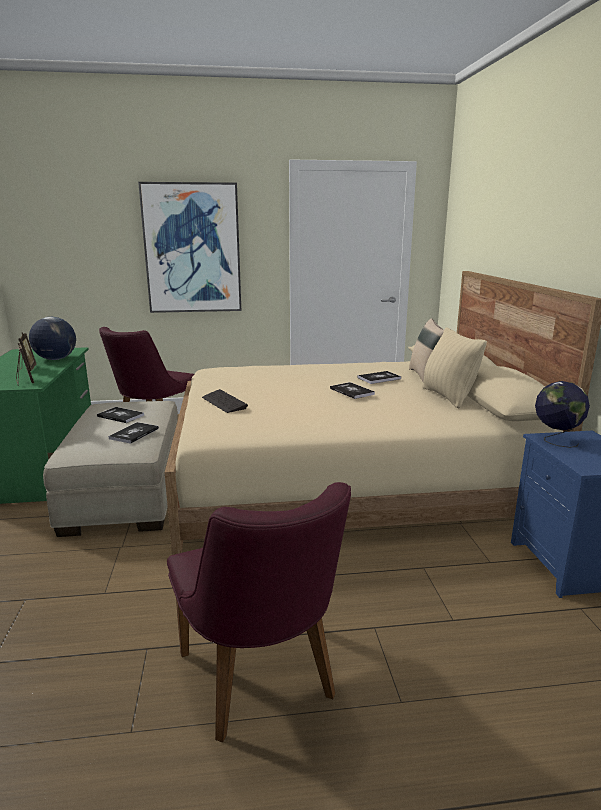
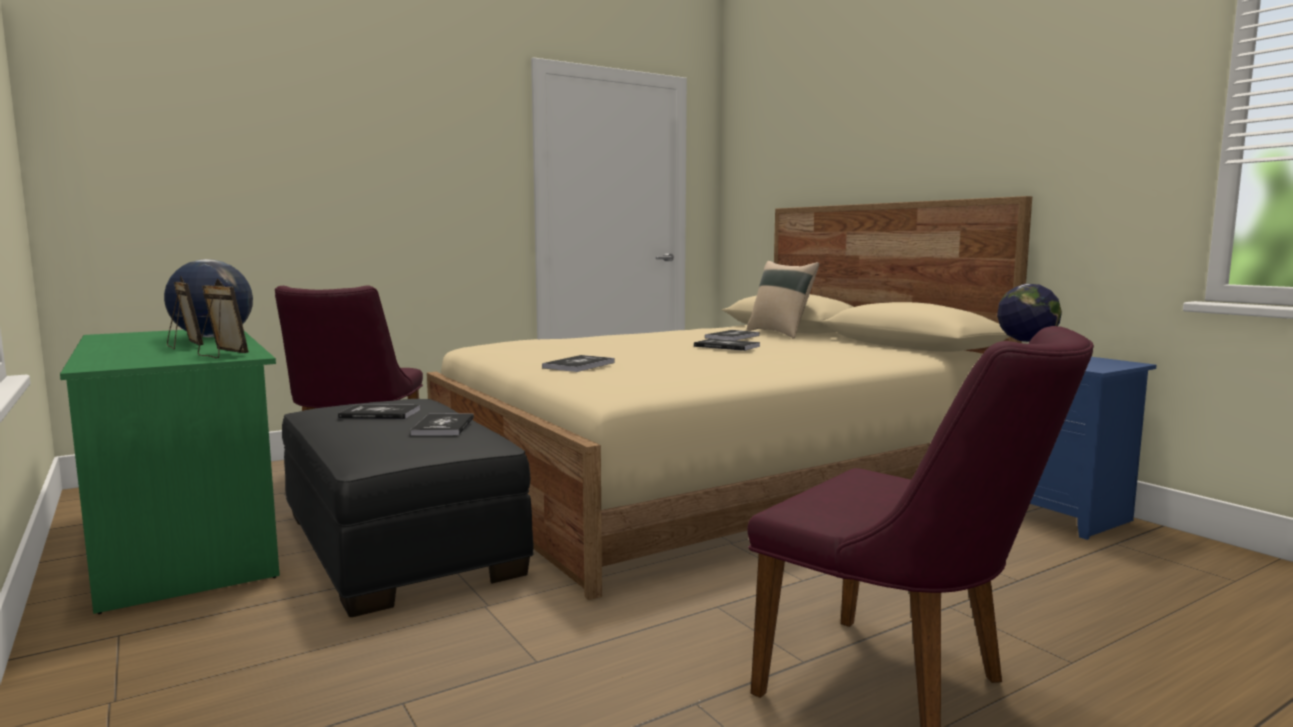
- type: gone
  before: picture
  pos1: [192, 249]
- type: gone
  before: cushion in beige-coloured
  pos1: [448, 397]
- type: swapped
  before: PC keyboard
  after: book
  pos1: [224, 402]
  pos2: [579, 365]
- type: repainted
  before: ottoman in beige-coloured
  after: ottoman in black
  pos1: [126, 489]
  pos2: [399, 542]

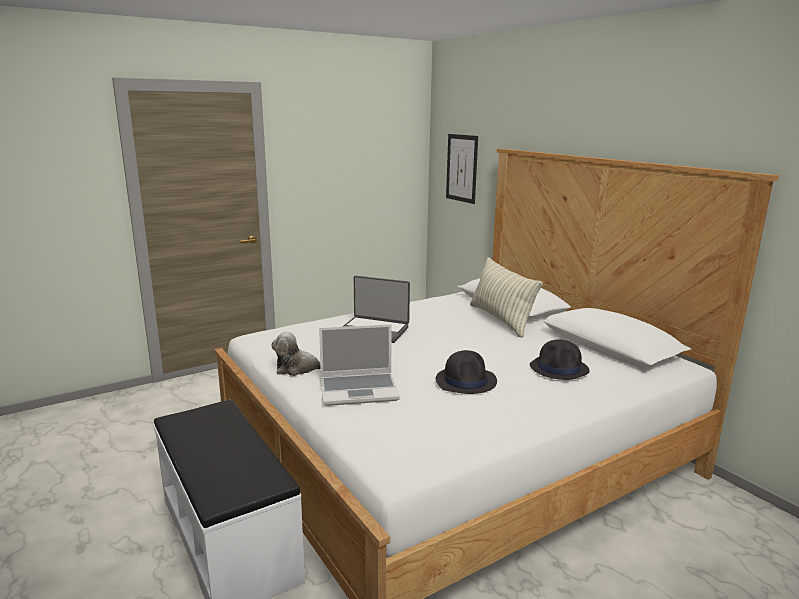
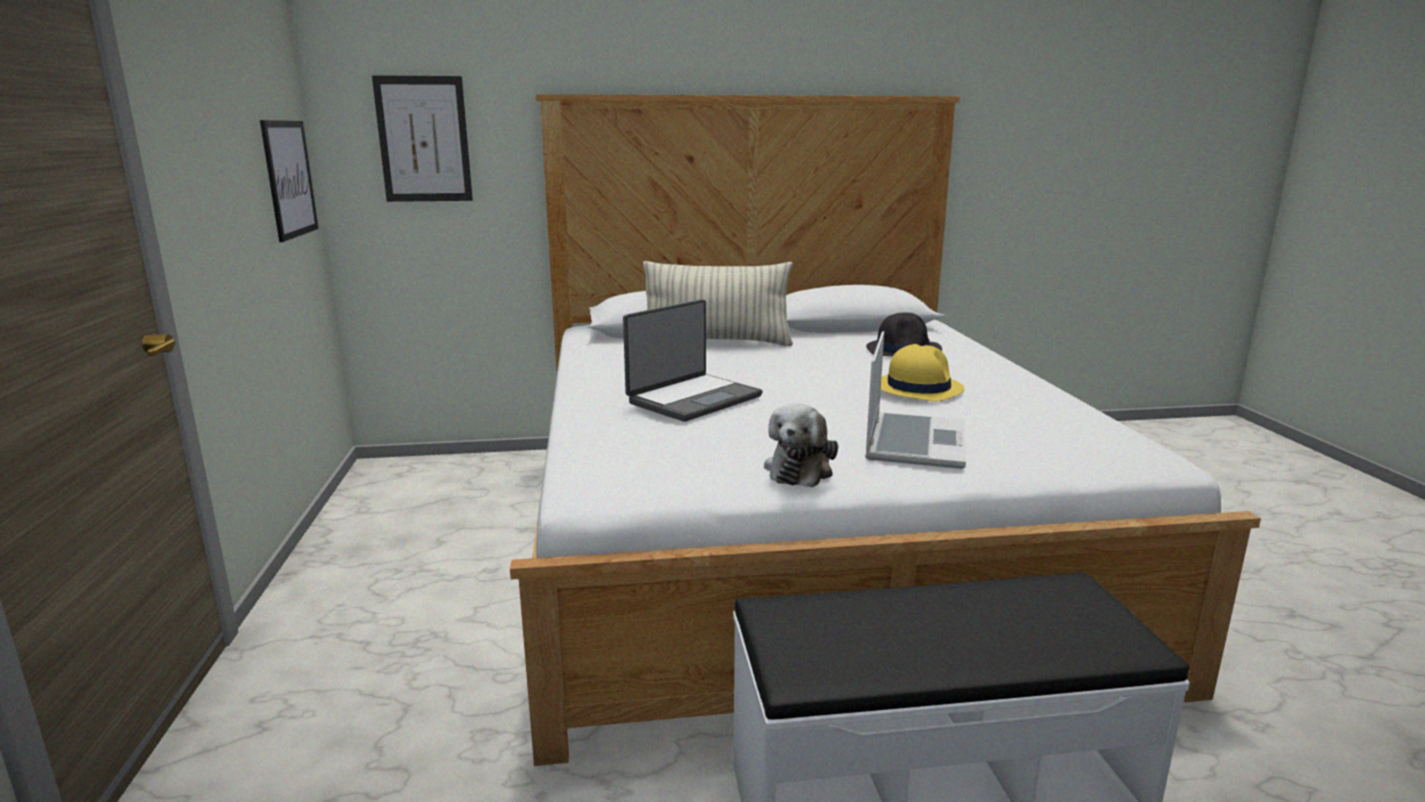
- type: new
  after: picture
  pos2: [289, 179]
- type: repainted
  before: wearable hat in black
  after: wearable hat in yellow
  pos1: [466, 381]
  pos2: [918, 387]

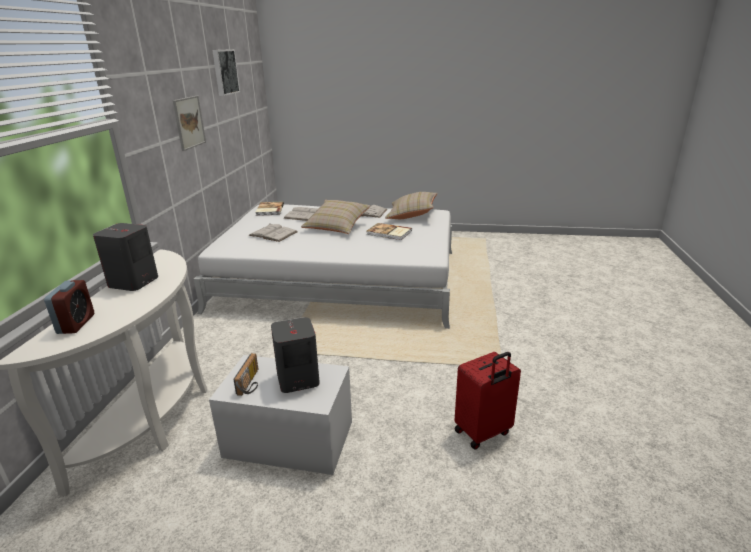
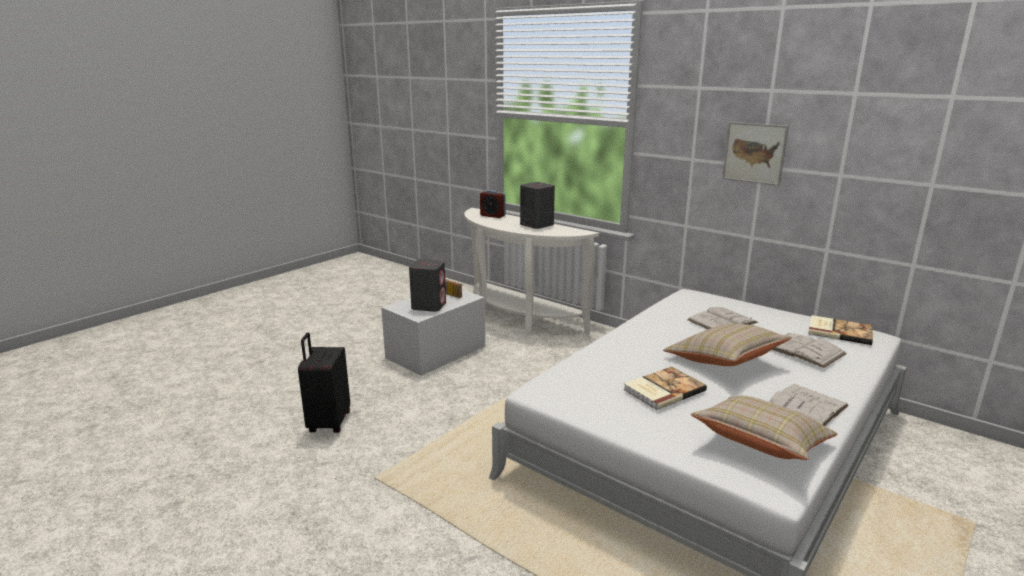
- type: gone
  before: picture
  pos1: [224, 72]
- type: repainted
  before: travel case in red
  after: travel case in black
  pos1: [483, 433]
  pos2: [328, 423]

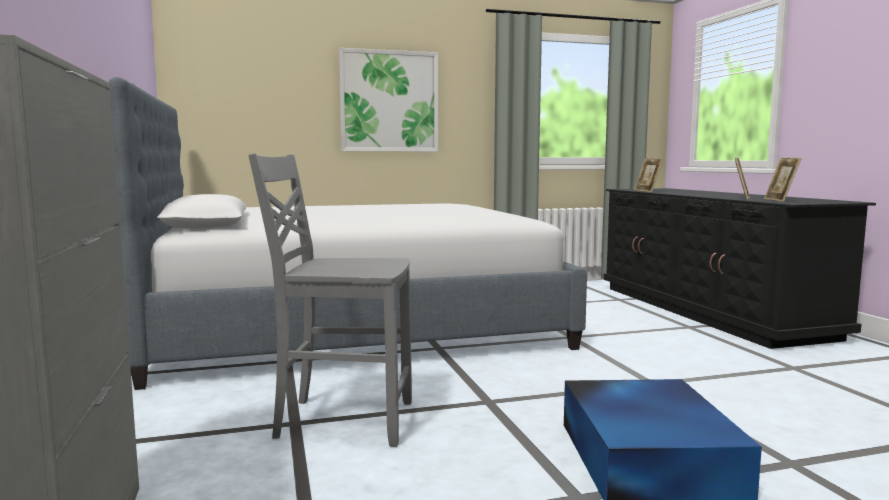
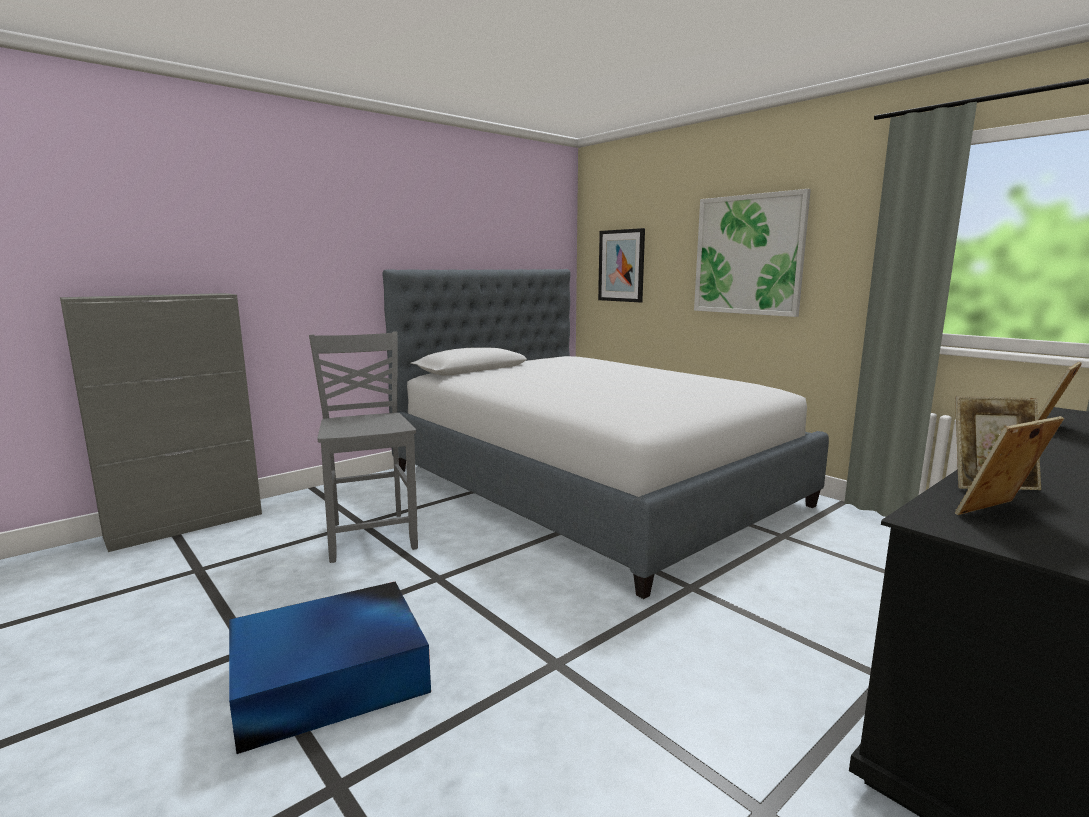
- type: new
  after: picture
  pos2: [621, 265]

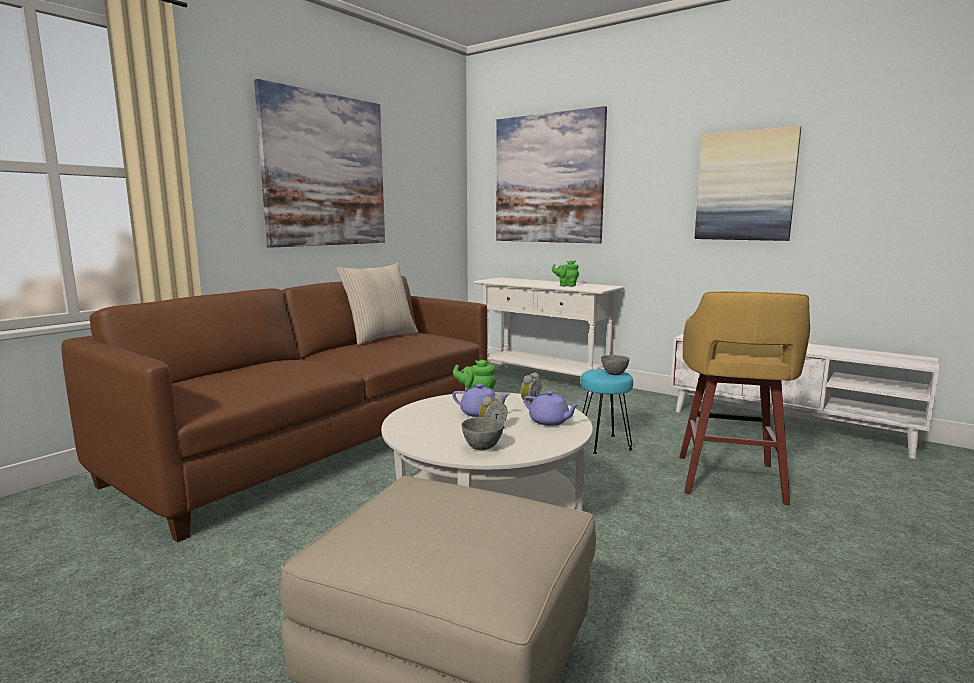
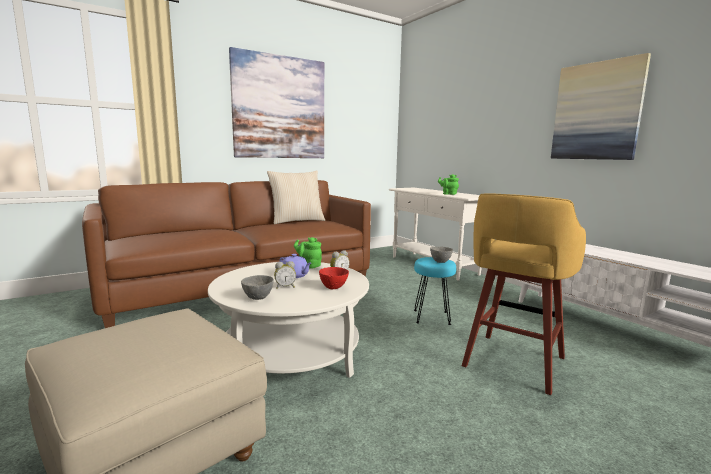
- type: gone
  before: picture
  pos1: [548, 179]
- type: swapped
  before: pot for tea in purplish
  after: bowl in red
  pos1: [550, 421]
  pos2: [333, 288]

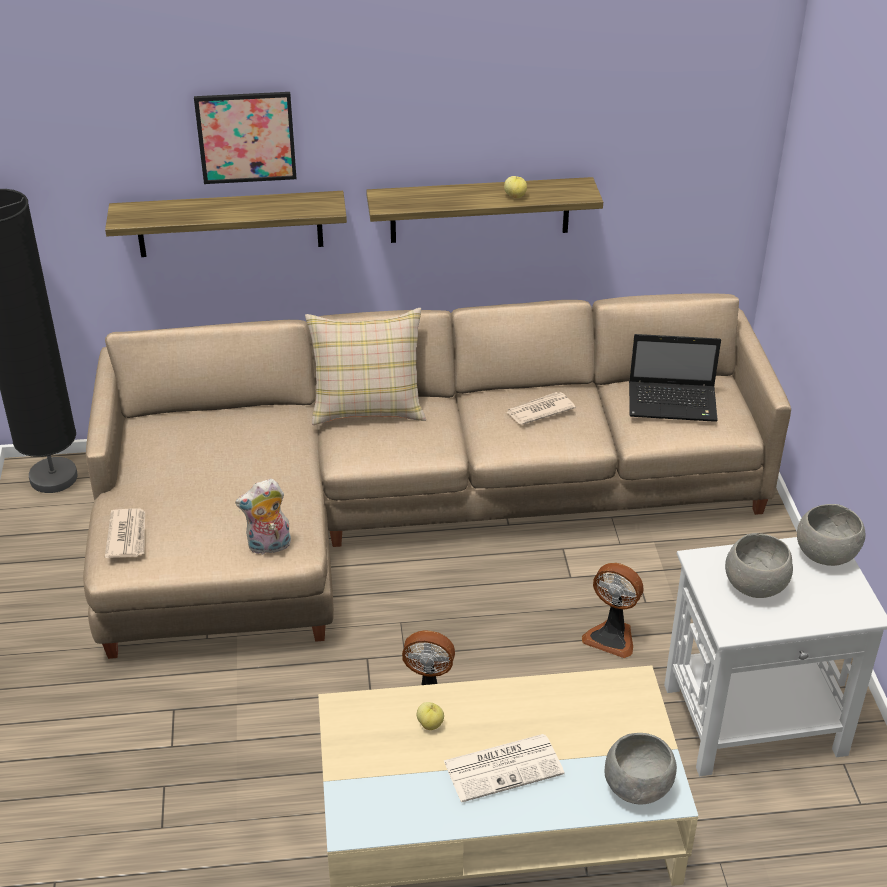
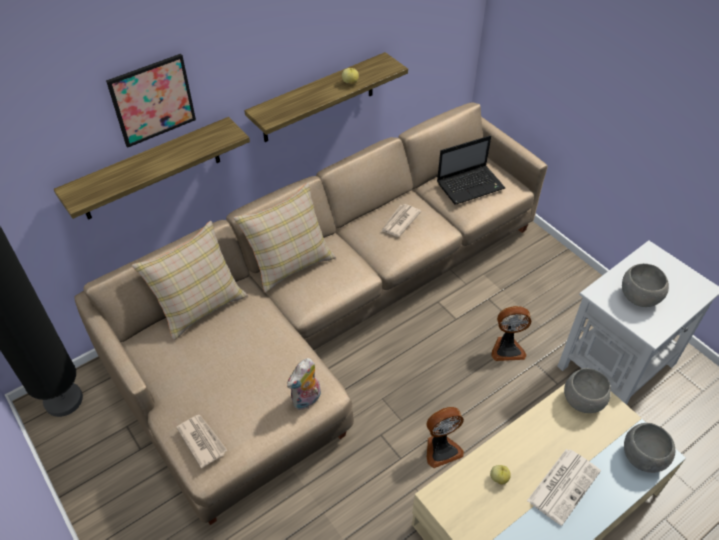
- type: new
  after: cushion in beige-coloured
  pos2: [199, 304]
- type: shifted
  before: bowl in grey
  pos1: [825, 554]
  pos2: [582, 400]

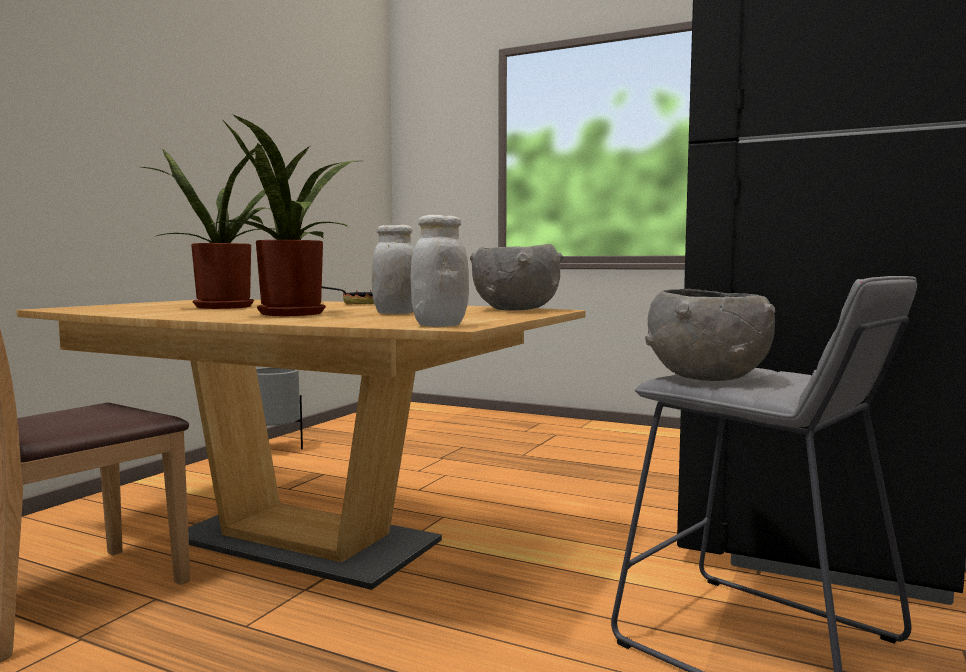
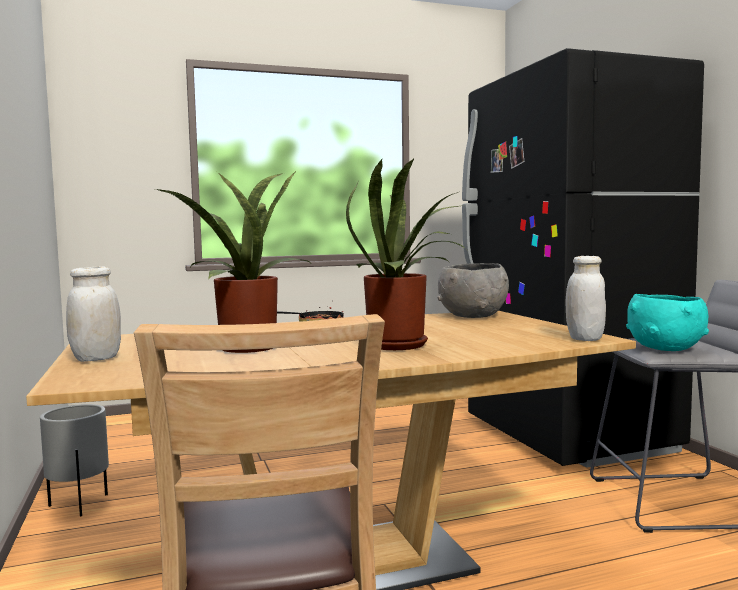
- type: shifted
  before: storage jar in white
  pos1: [395, 313]
  pos2: [96, 359]
- type: repainted
  before: bowl in grey
  after: bowl in turquoise-coloured
  pos1: [709, 377]
  pos2: [665, 348]

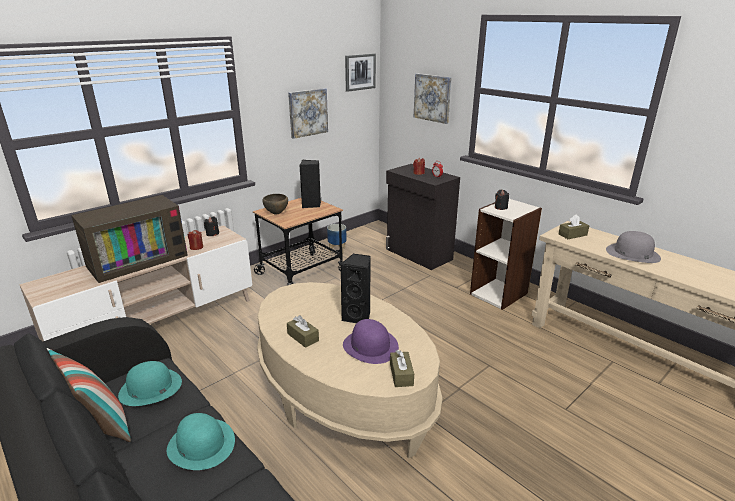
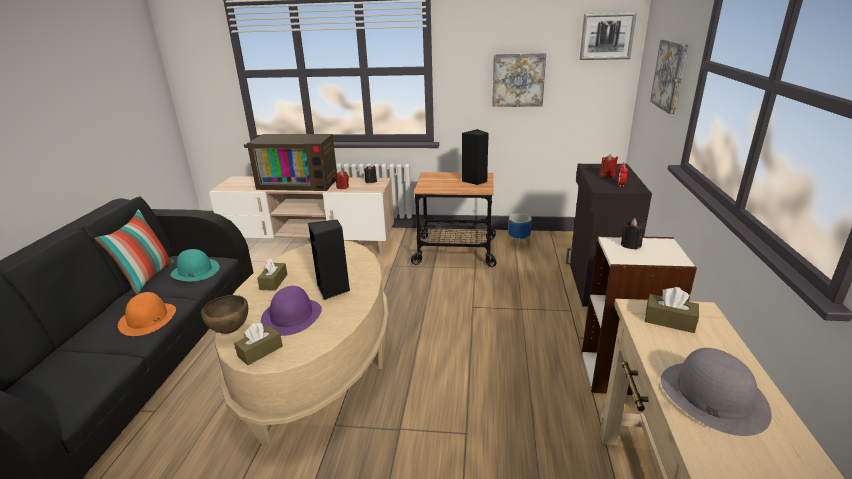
- type: shifted
  before: bowl in brown-coloured
  pos1: [276, 213]
  pos2: [230, 331]
- type: repainted
  before: wearable hat in turquoise-coloured
  after: wearable hat in orangey
  pos1: [201, 444]
  pos2: [148, 319]

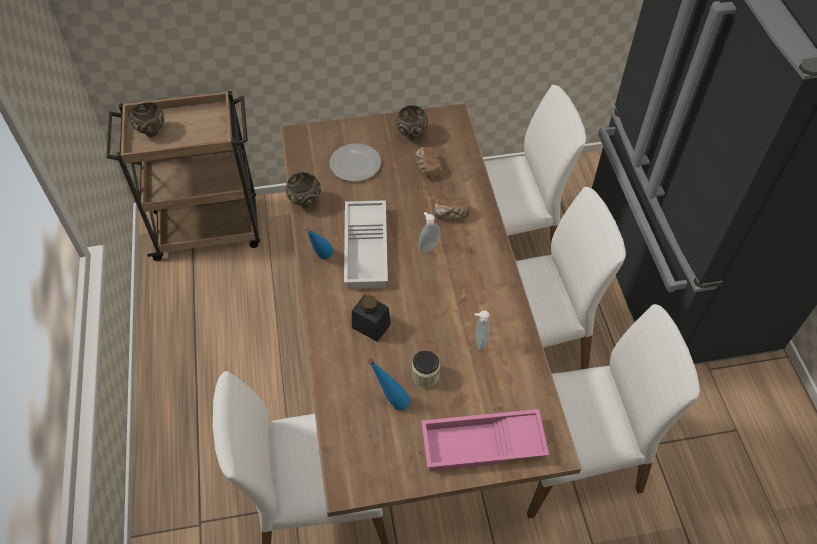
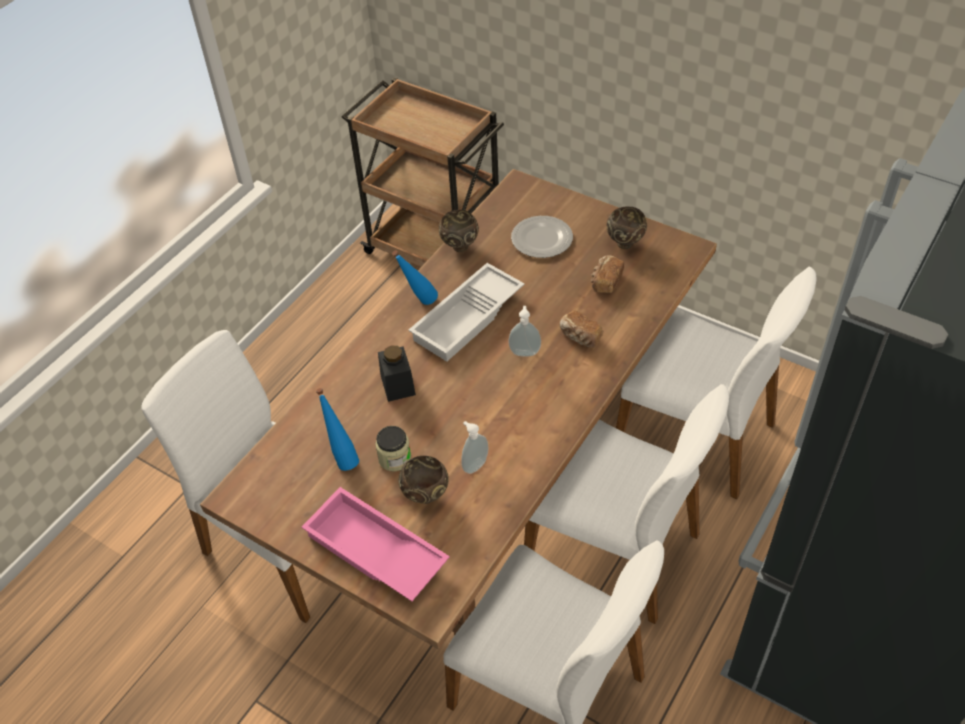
- type: shifted
  before: bowl in brown-coloured
  pos1: [152, 132]
  pos2: [426, 496]

